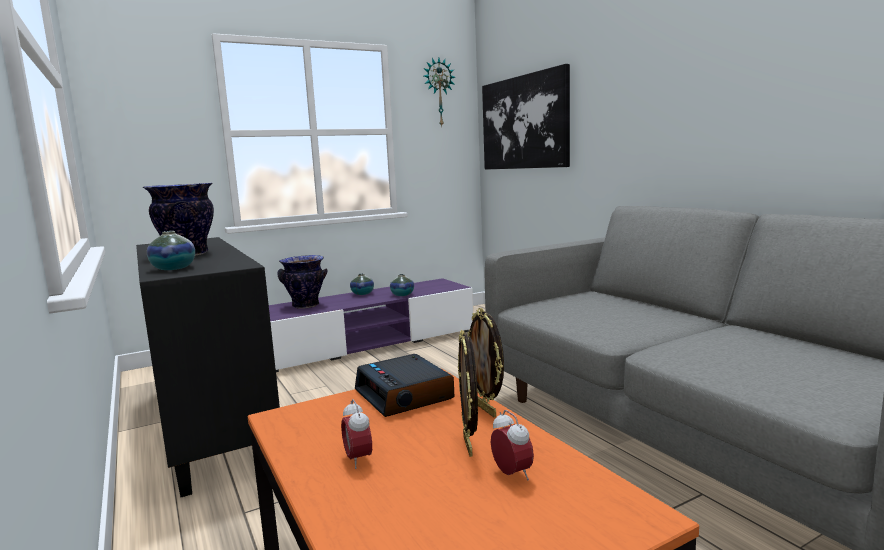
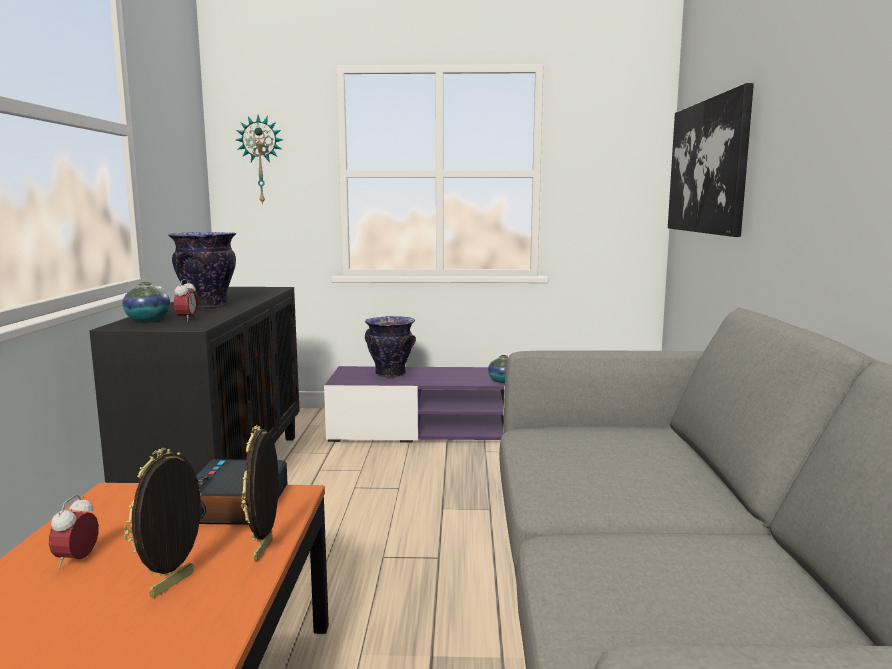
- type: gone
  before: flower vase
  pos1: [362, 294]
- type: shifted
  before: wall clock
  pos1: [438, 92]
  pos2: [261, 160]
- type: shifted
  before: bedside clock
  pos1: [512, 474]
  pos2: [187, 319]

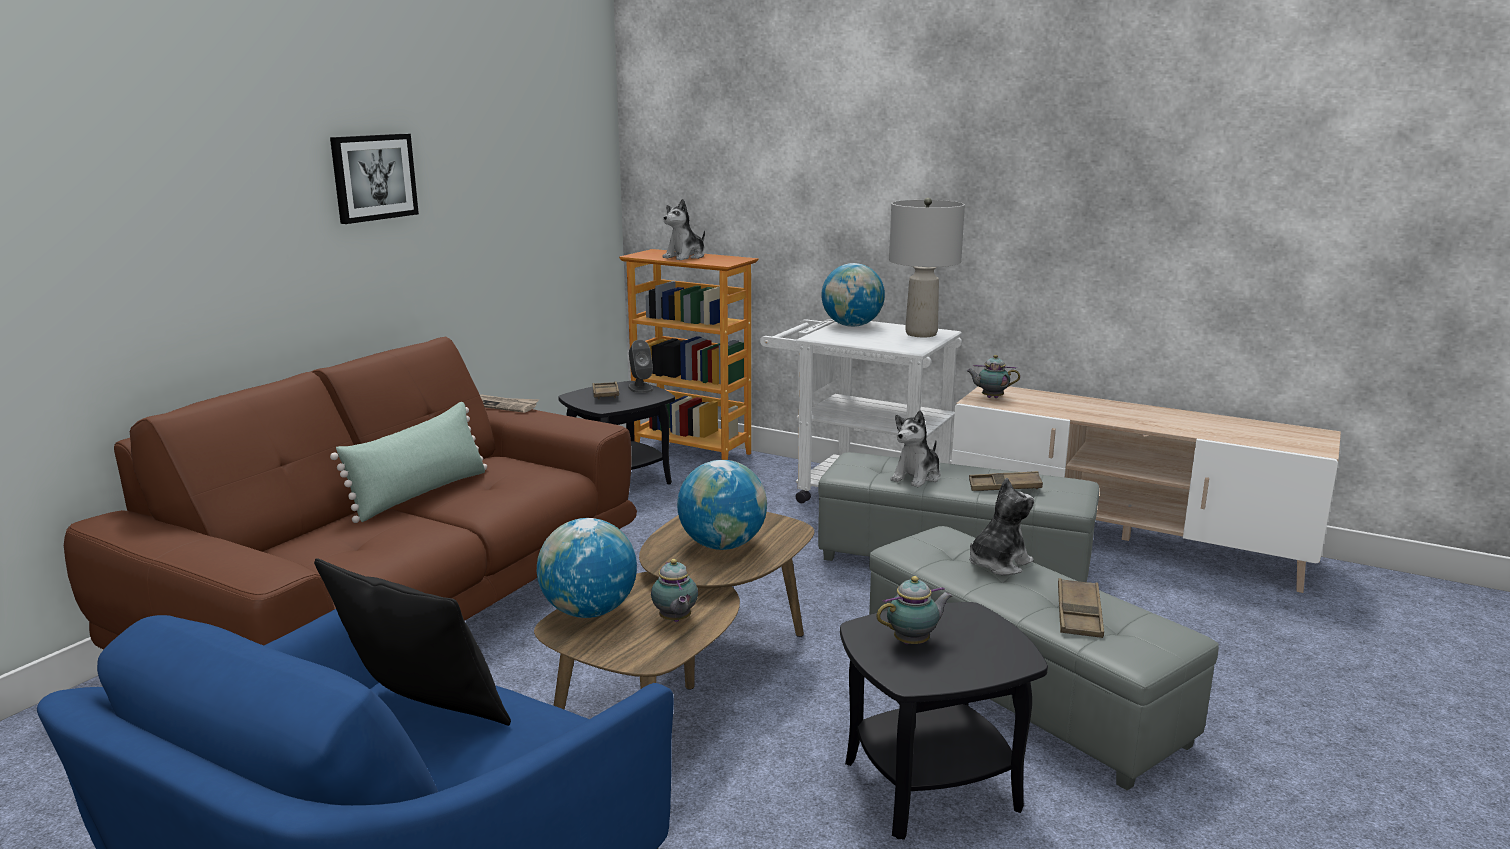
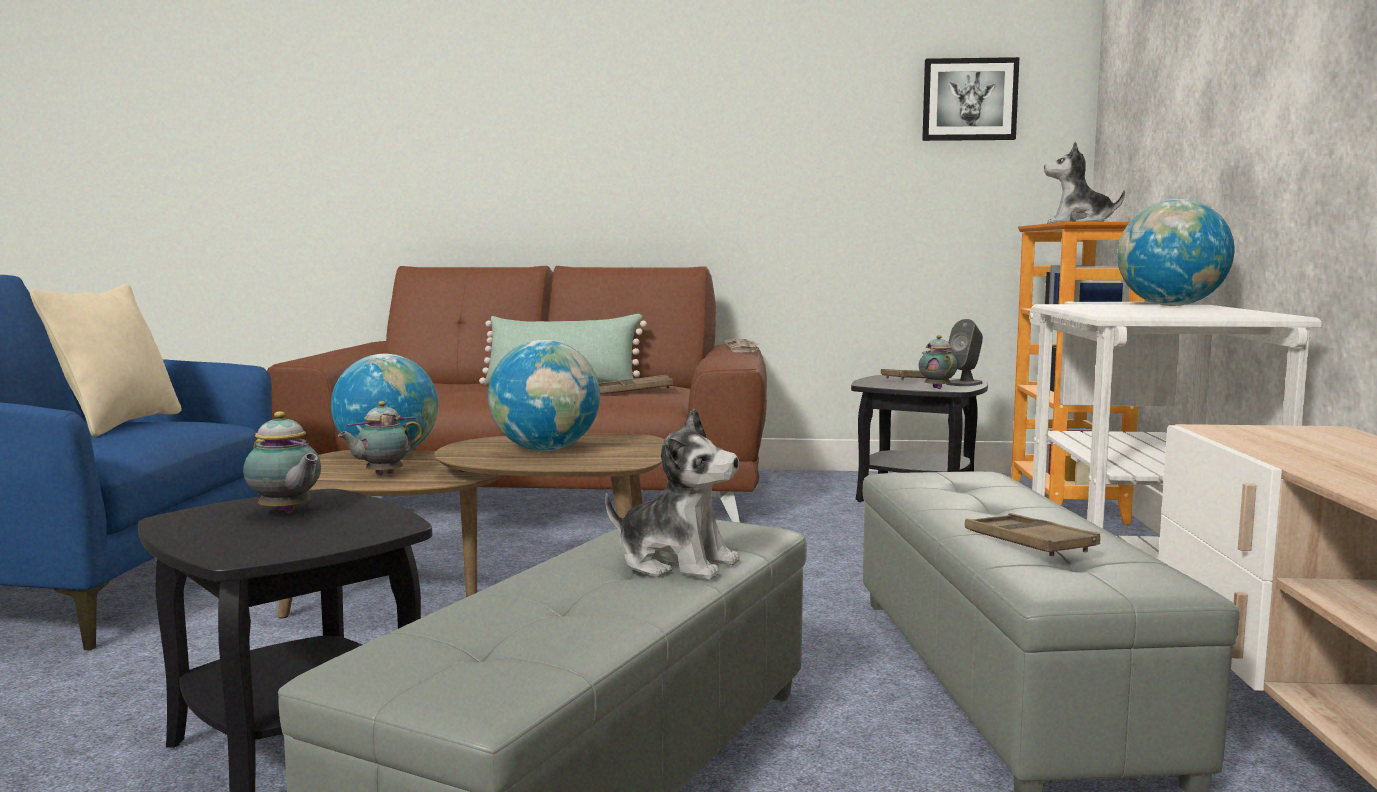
- type: gone
  before: lamp for a table in grey
  pos1: [920, 334]
- type: gone
  before: soft toy
  pos1: [917, 477]
- type: shifted
  before: picture
  pos1: [373, 177]
  pos2: [969, 100]
- type: shifted
  before: pot for tea
  pos1: [990, 397]
  pos2: [936, 388]
- type: shifted
  before: tray in brown-coloured
  pos1: [1079, 614]
  pos2: [634, 391]
- type: repainted
  before: cushion in black
  after: cushion in beige-coloured
  pos1: [423, 715]
  pos2: [119, 424]

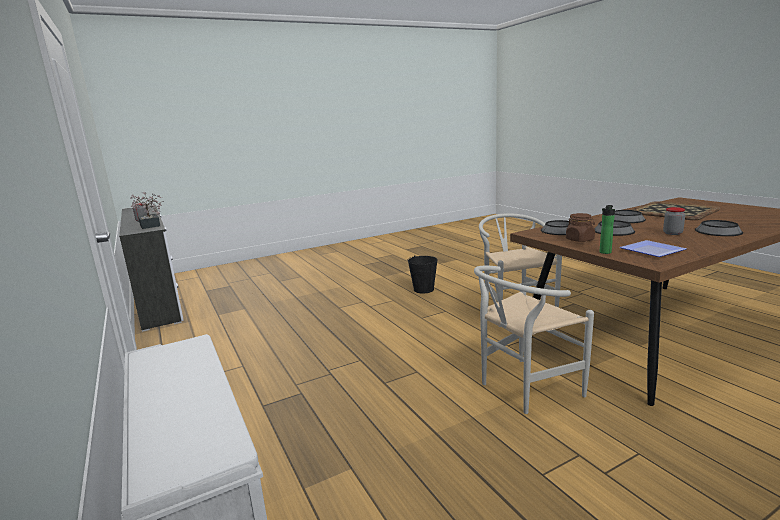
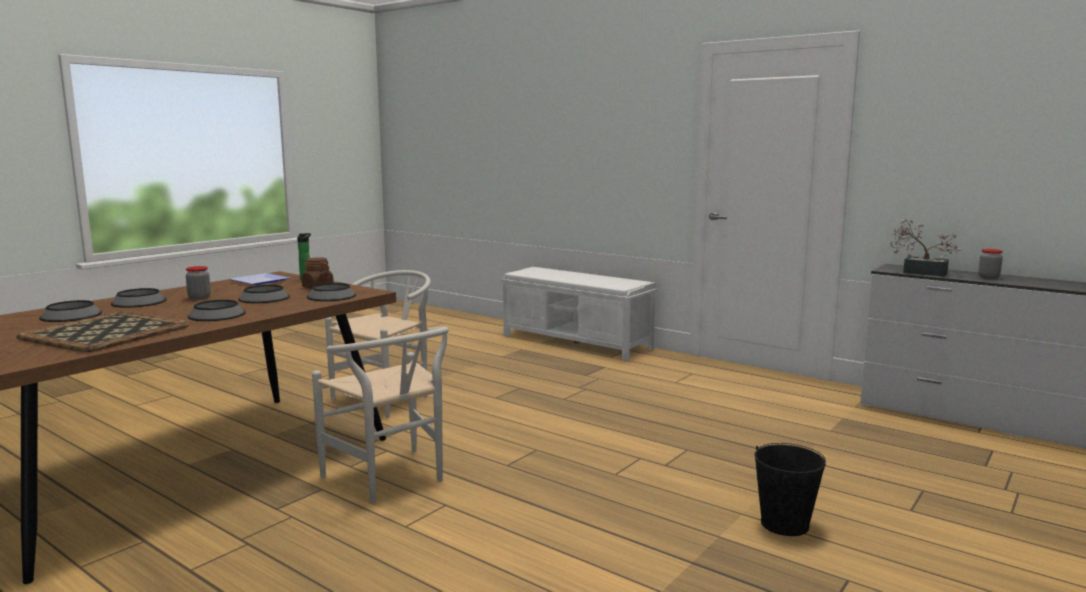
- type: new
  after: bowl
  pos2: [71, 315]
- type: shifted
  before: water bucket in black
  pos1: [423, 289]
  pos2: [784, 524]

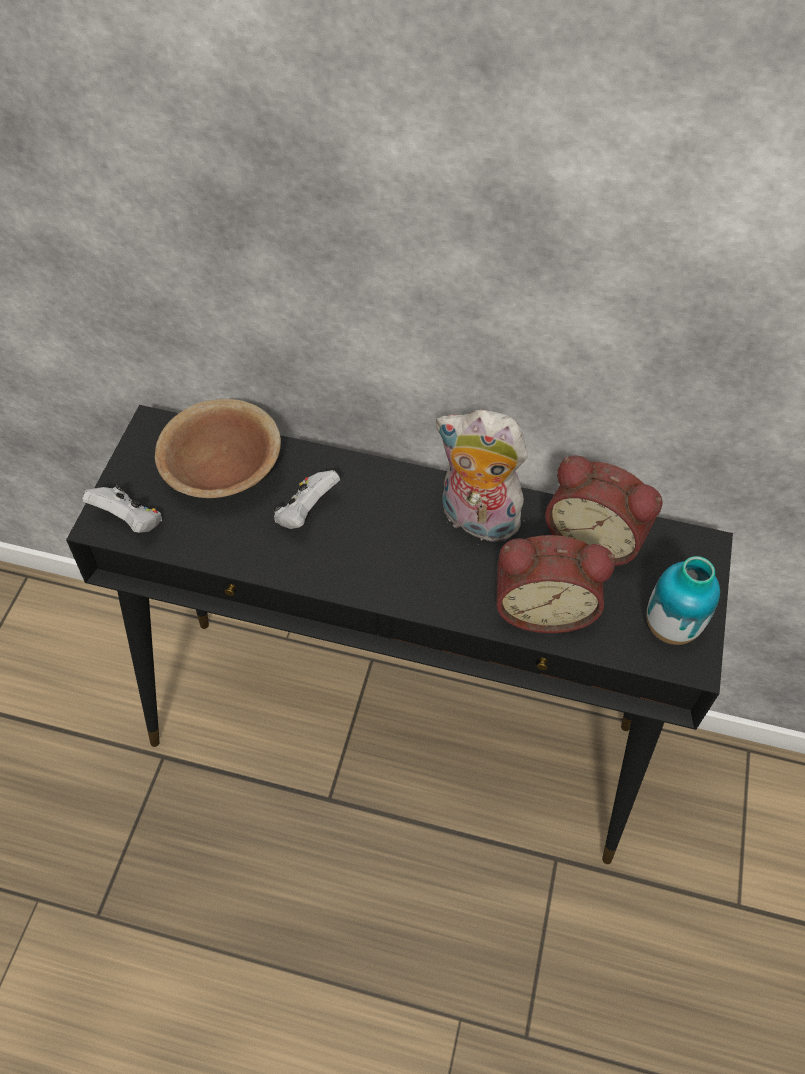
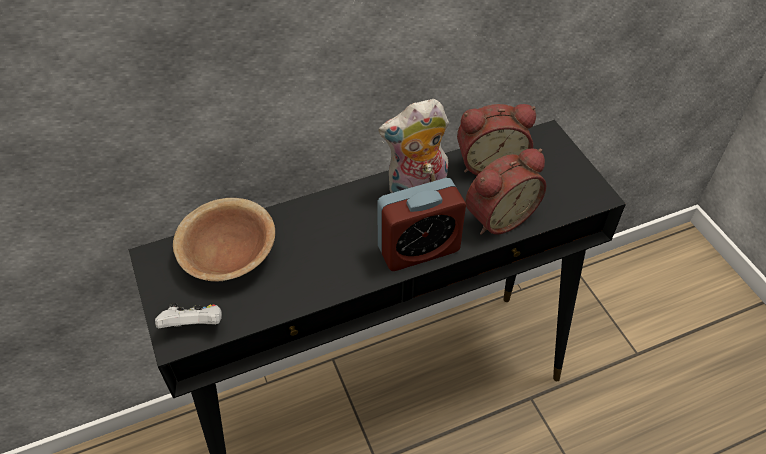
- type: gone
  before: gamepad in white
  pos1: [305, 512]
- type: gone
  before: flower vase
  pos1: [670, 627]
- type: new
  after: bedside clock
  pos2: [418, 249]

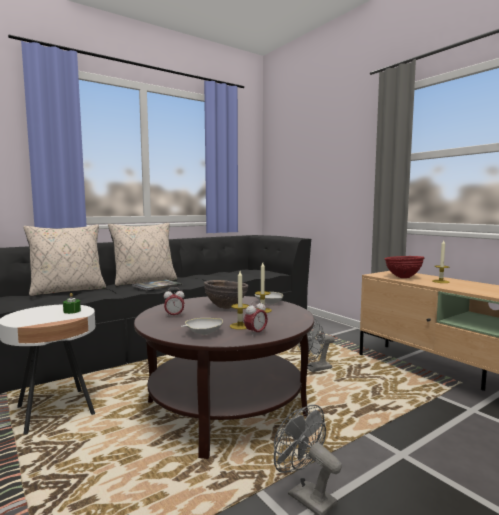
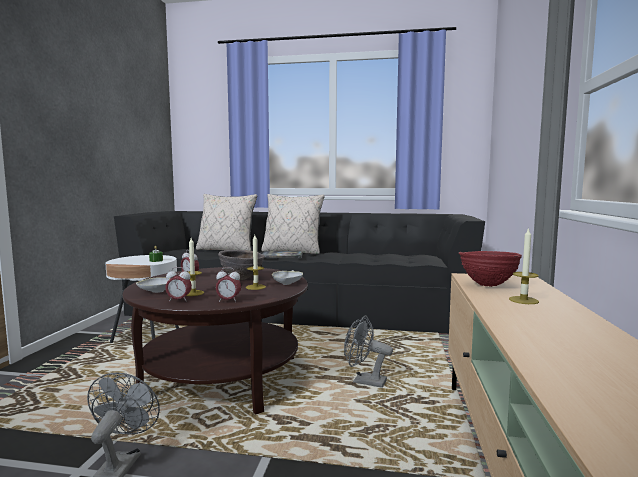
- type: new
  after: bedside clock
  pos2: [228, 301]

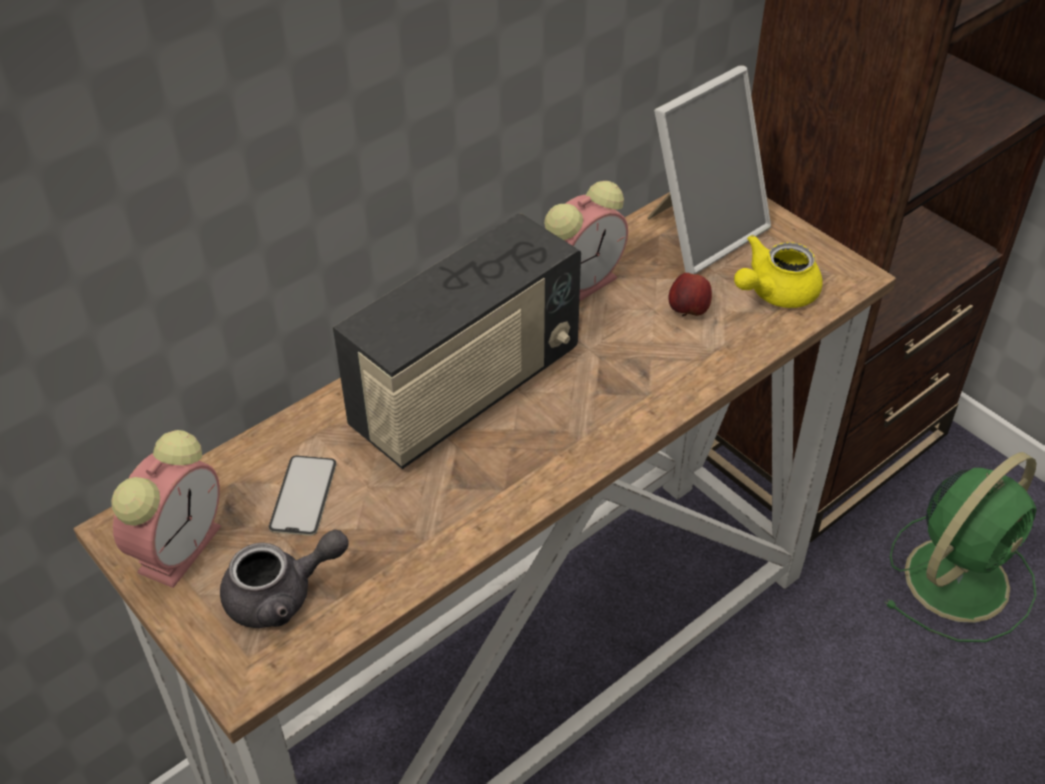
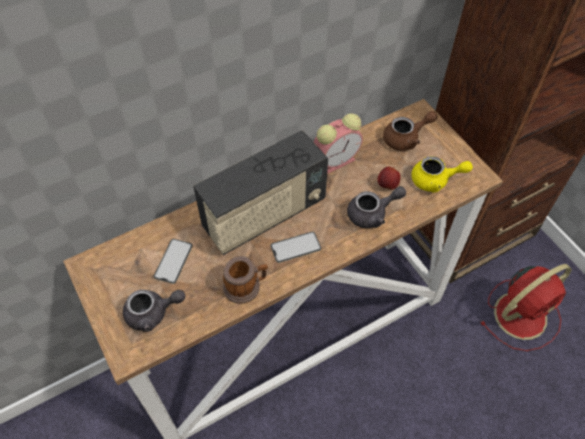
- type: gone
  before: bedside clock
  pos1: [181, 546]
- type: new
  after: mug
  pos2: [246, 286]
- type: new
  after: phone
  pos2: [295, 247]
- type: new
  after: pot for tea in grey
  pos2: [372, 214]
- type: swapped
  before: picture frame
  after: pot for tea in brown-coloured
  pos1: [702, 232]
  pos2: [406, 138]
- type: repainted
  before: fan in green-coloured
  after: fan in red
  pos1: [959, 577]
  pos2: [522, 314]
- type: rotated
  before: pot for tea in yellow
  pos1: [774, 292]
  pos2: [435, 180]
  turn: -150

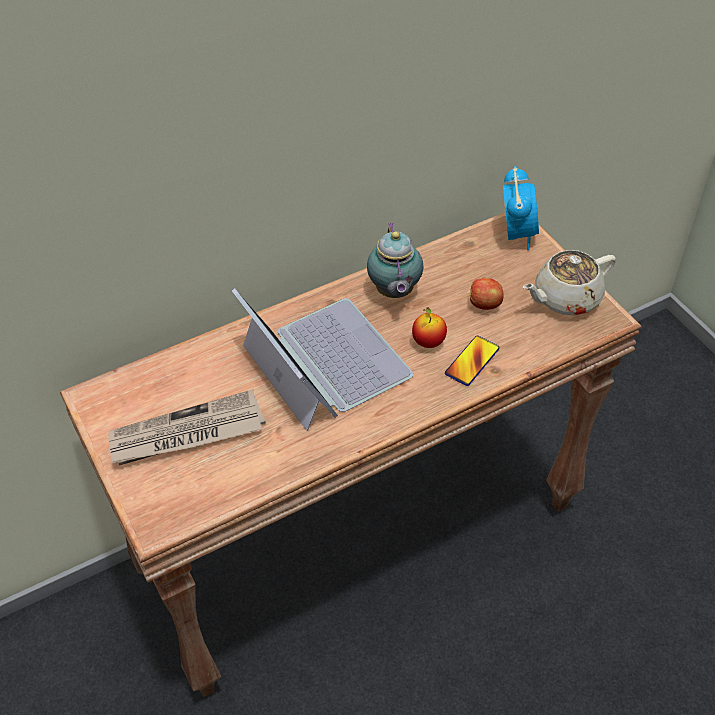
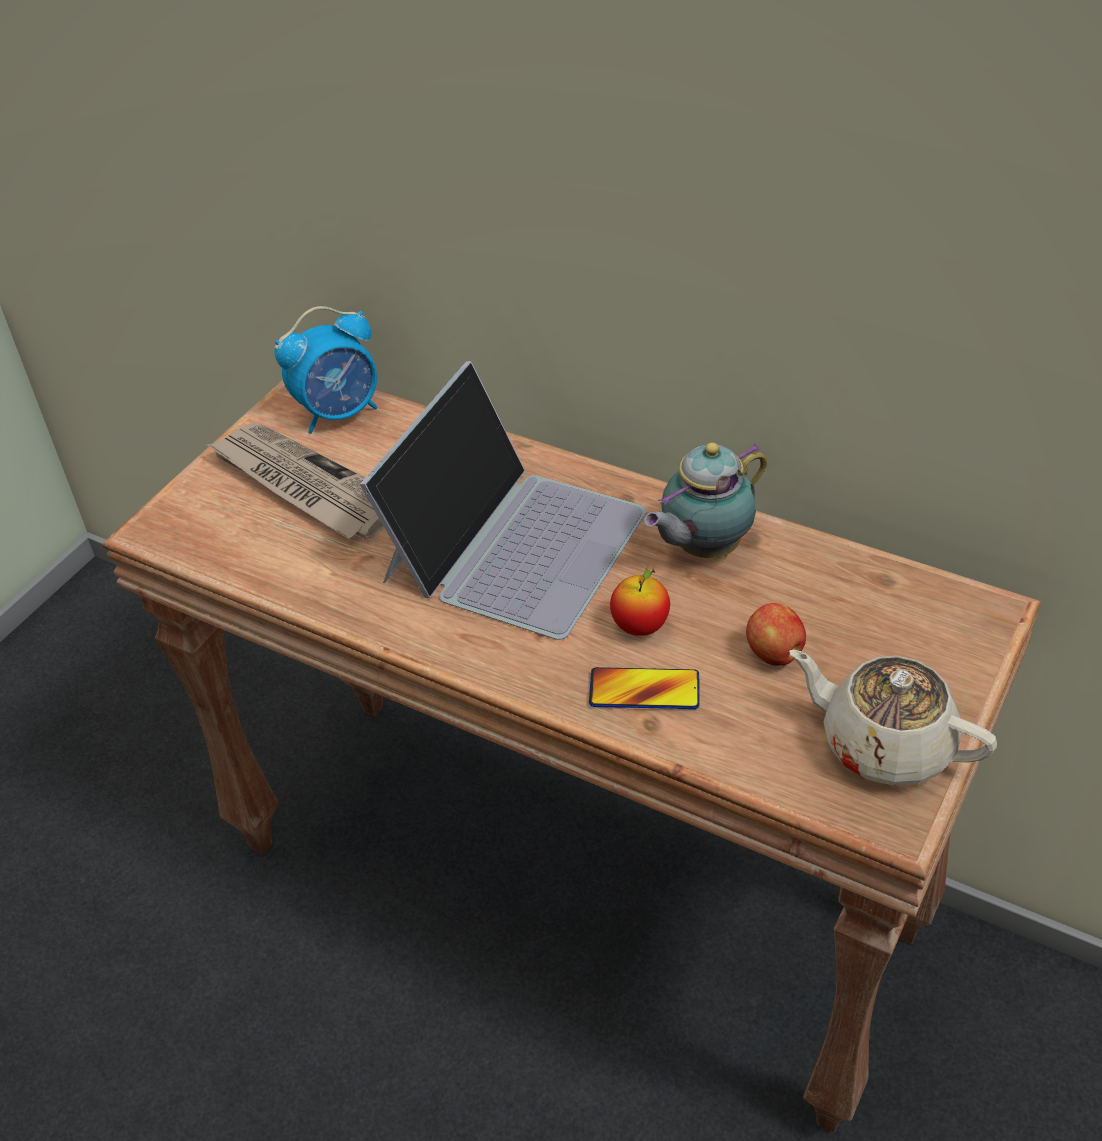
- type: shifted
  before: bedside clock
  pos1: [517, 233]
  pos2: [339, 413]

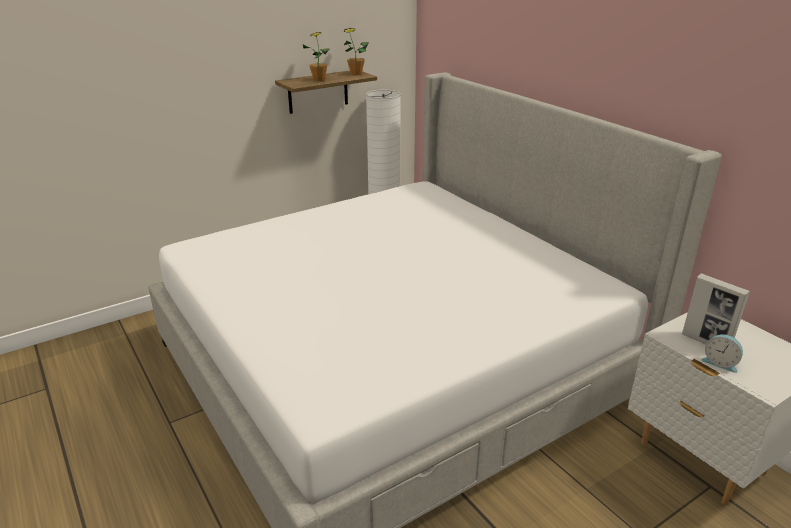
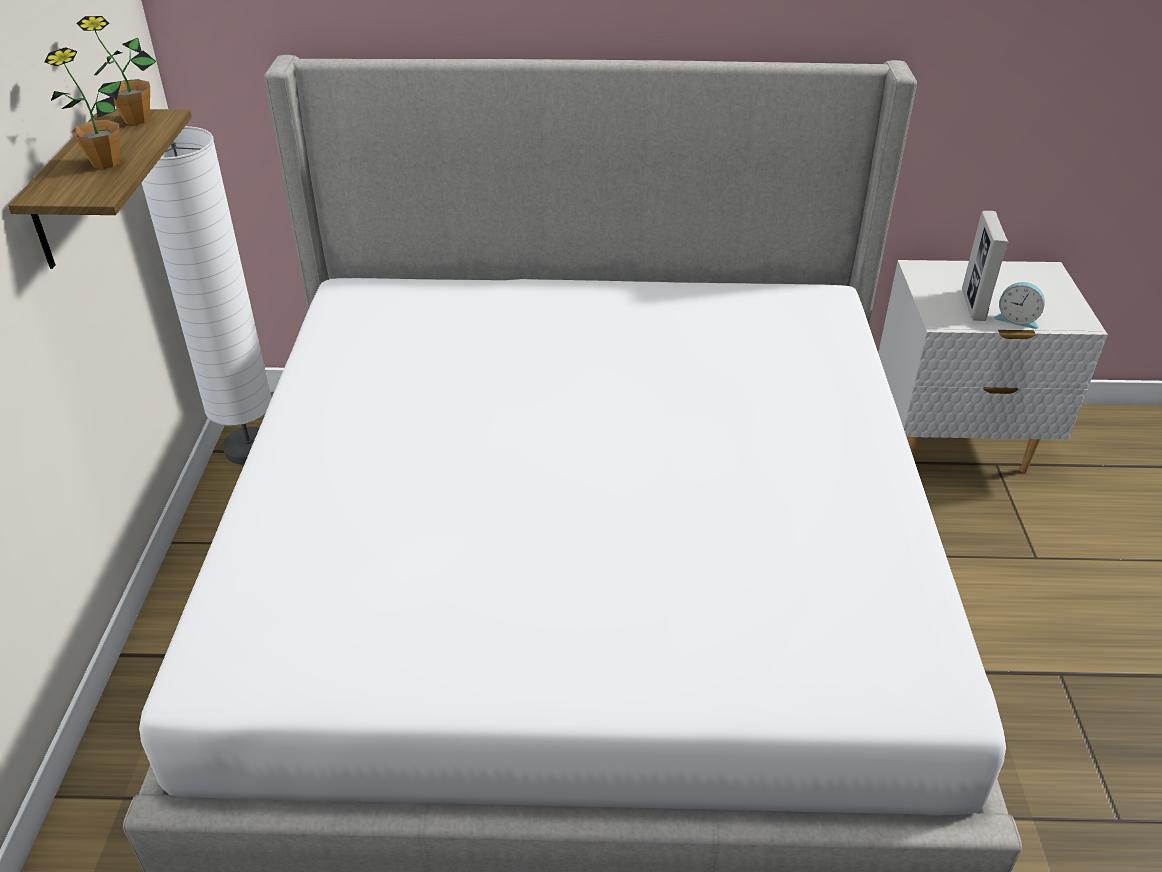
- type: rotated
  before: picture frame
  pos1: [705, 342]
  pos2: [973, 305]
  turn: 105
- type: rotated
  before: bedside clock
  pos1: [720, 363]
  pos2: [1017, 319]
  turn: 45

